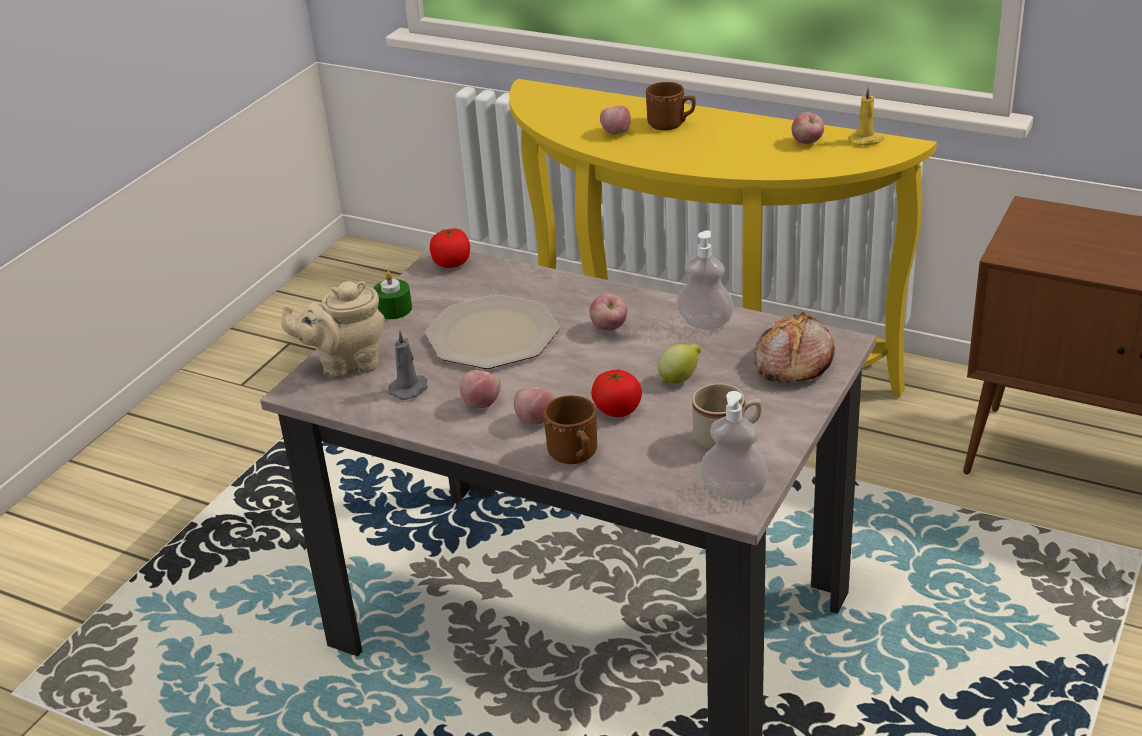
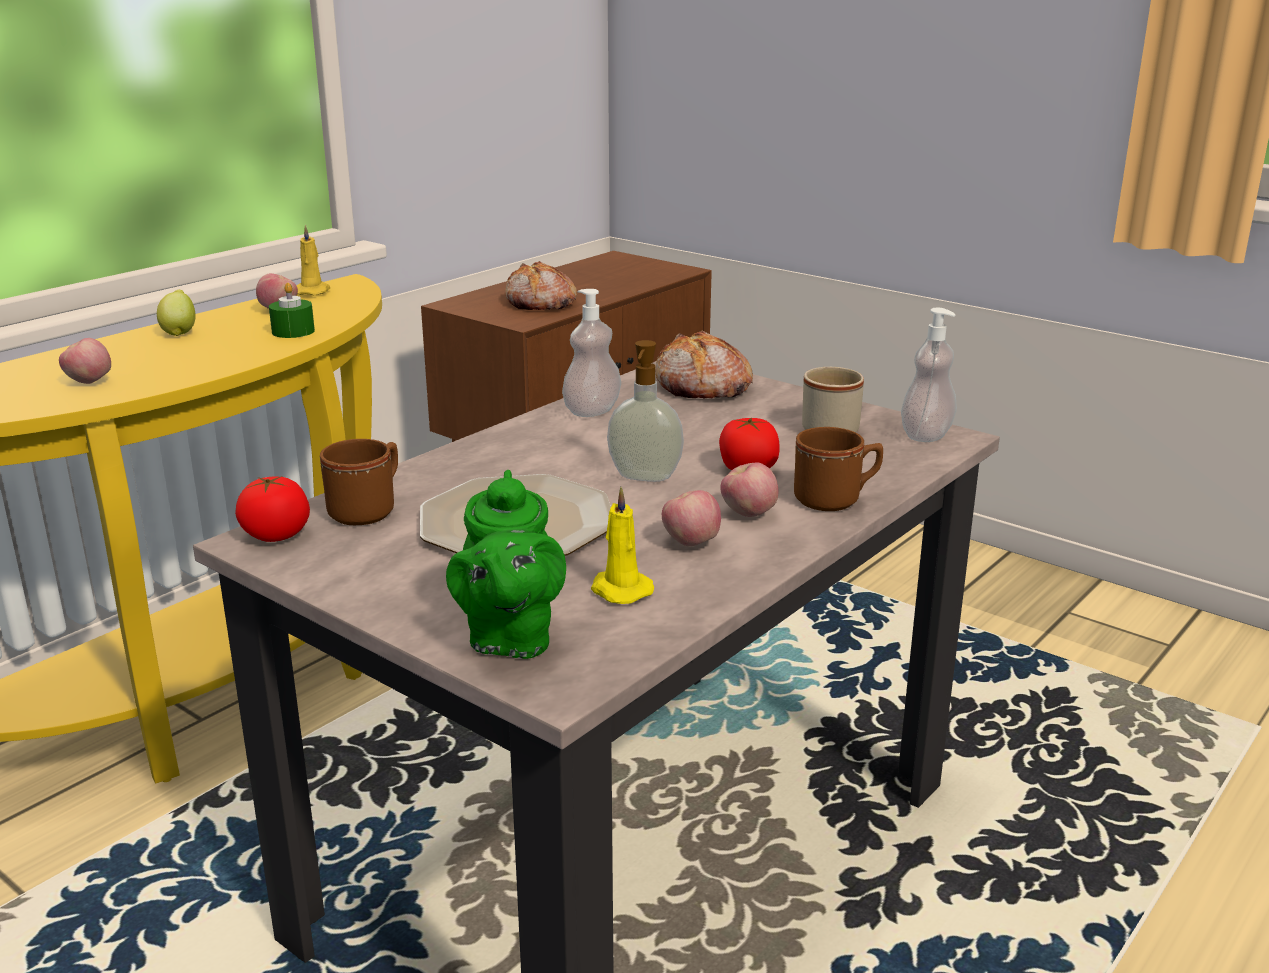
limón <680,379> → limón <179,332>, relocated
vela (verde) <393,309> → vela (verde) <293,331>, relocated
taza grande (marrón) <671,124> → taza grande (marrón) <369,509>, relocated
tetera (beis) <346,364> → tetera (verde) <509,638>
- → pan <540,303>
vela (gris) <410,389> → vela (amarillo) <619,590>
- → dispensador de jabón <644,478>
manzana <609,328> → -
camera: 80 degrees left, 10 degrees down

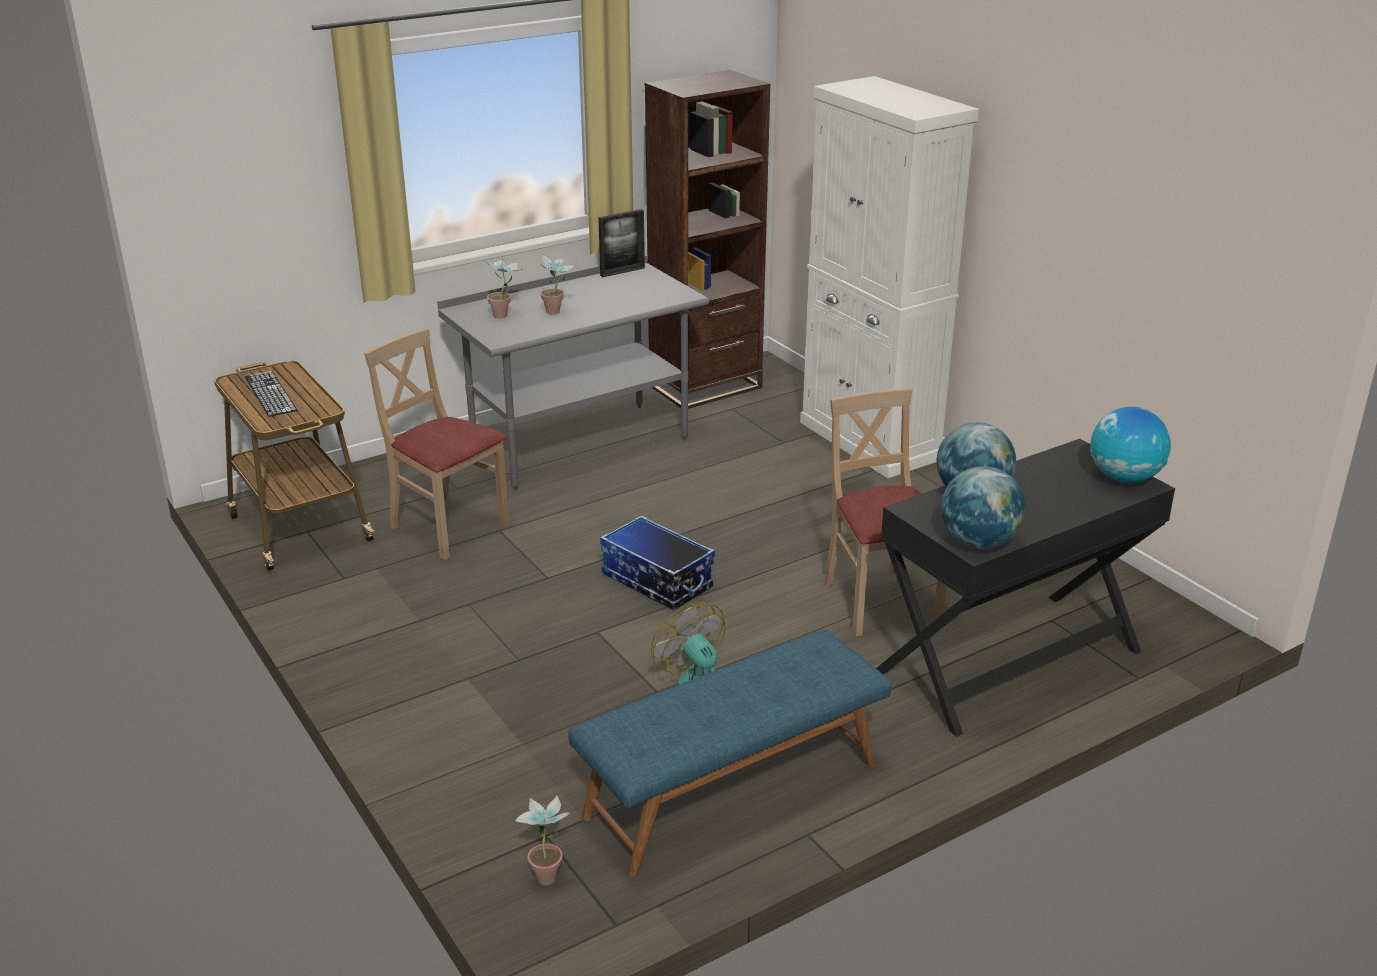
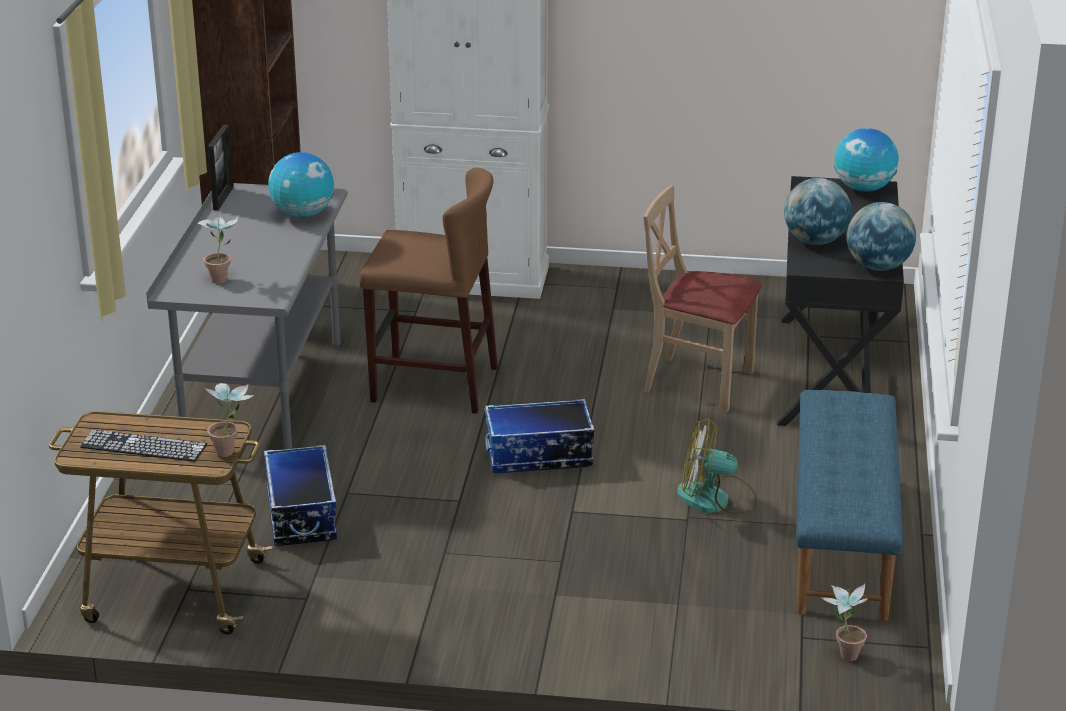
planta en maceta <557,313> → planta en maceta <231,451>, relocated
silla (beis) <447,527> → caja de almacenaje <300,515>
- → globo terráqueo <303,214>
- → taburete (marrón) <434,384>
camera: 50 degrees left, 0 degrees up

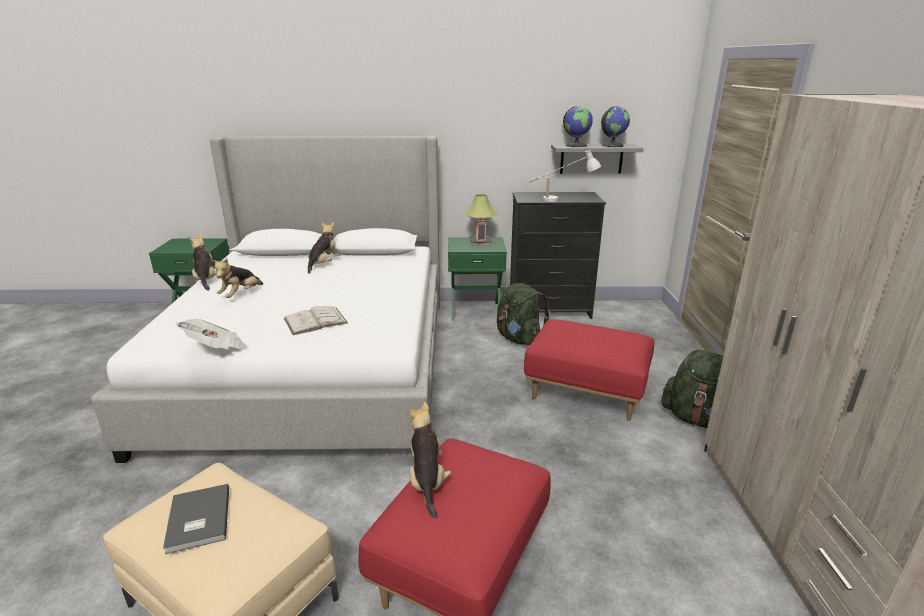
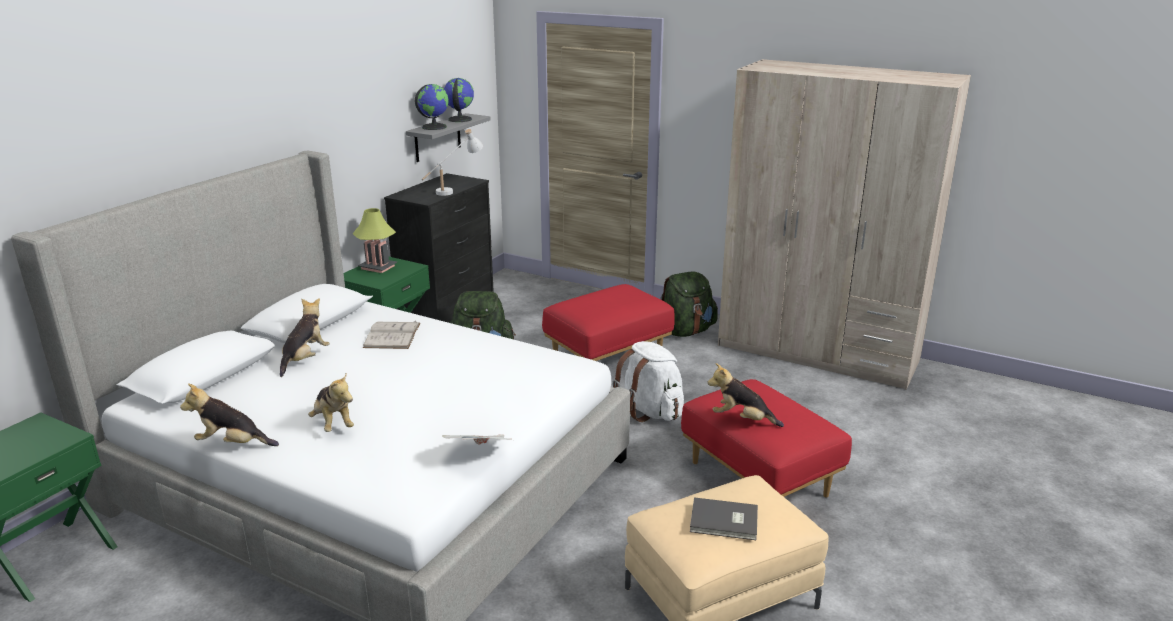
peluche <324,264> → peluche <305,359>, 60 degrees clockwise
libro (blanco) <315,321> → libro (blanco) <392,335>, relocated
- → mochila (blanco) <650,411>
camera: 60 degrees left, 0 degrees up

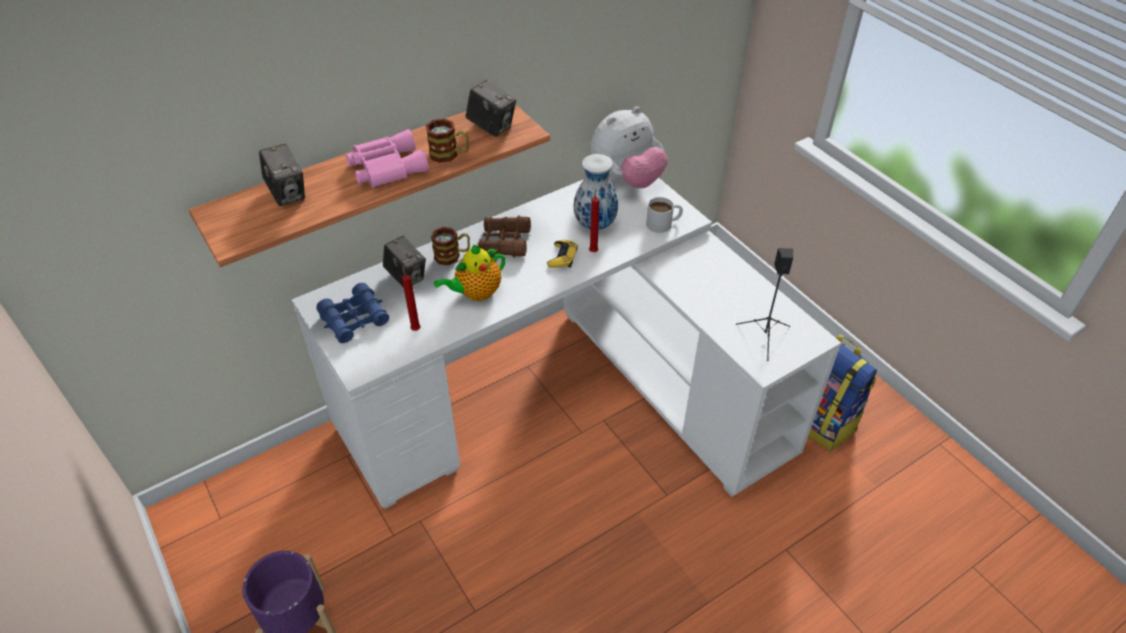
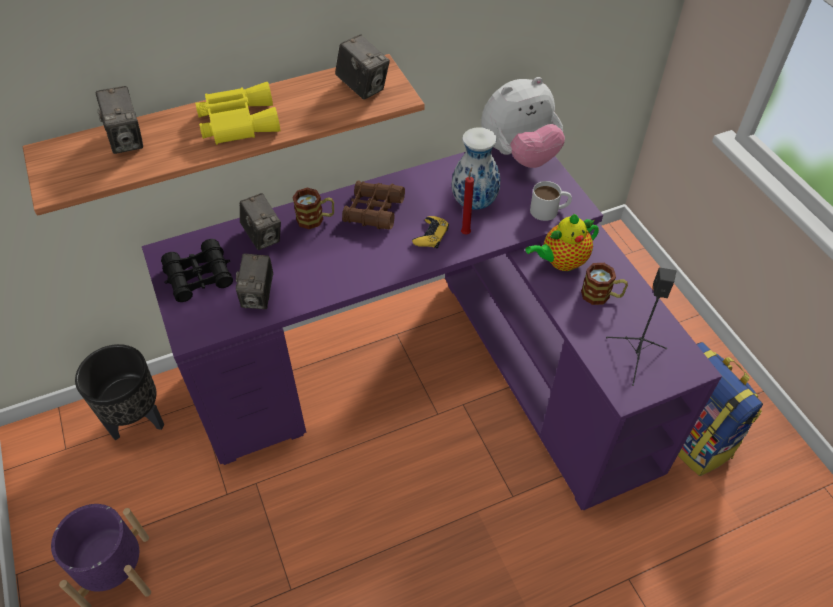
- → maceta (negro) <138,420>
escritorio (blanco) <569,395> → escritorio (morado) <433,371>
prismáticos (azul) <355,319> → prismáticos (negro) <199,277>
prismáticos (rosa) <385,167> → prismáticos (amarillo) <237,121>
vela (rojo) <415,328> → cámara <258,296>
tetera <476,293> → tetera <561,262>, relocated
taza grande <449,154> → taza grande <601,295>, relocated
camera: 10 degrees right, 5 degrees up

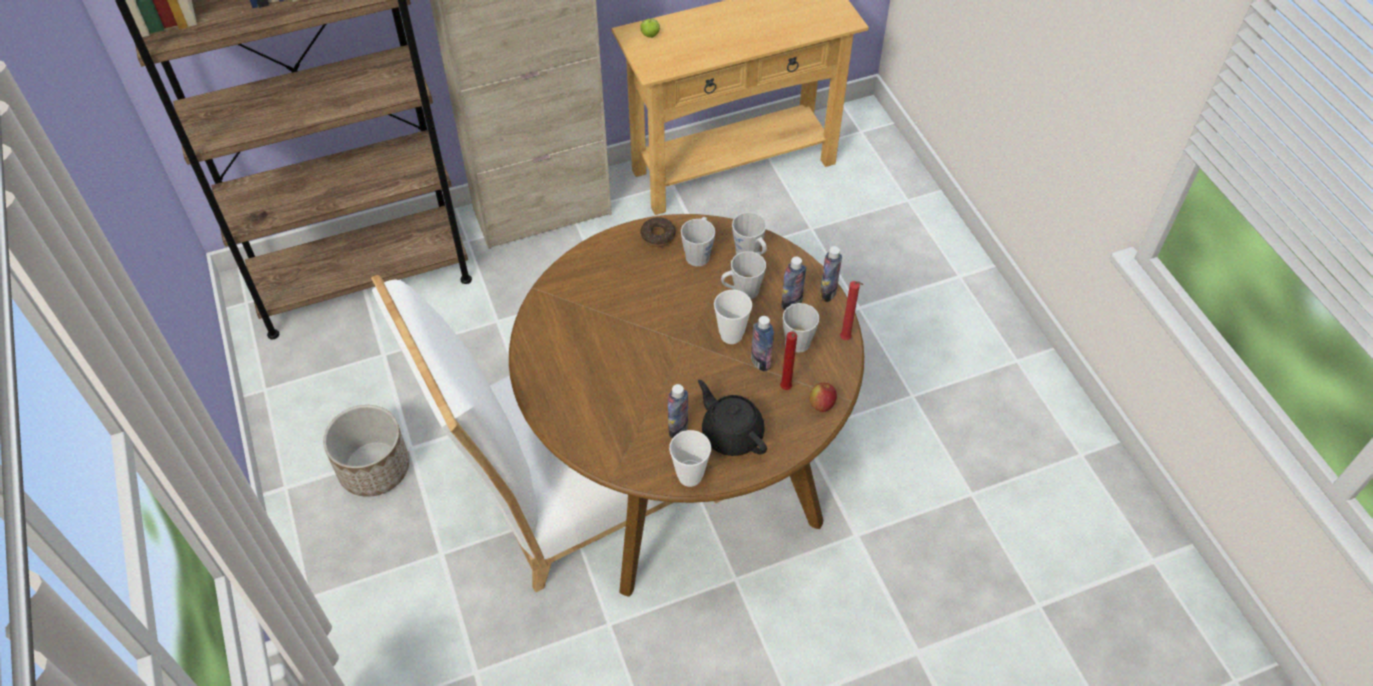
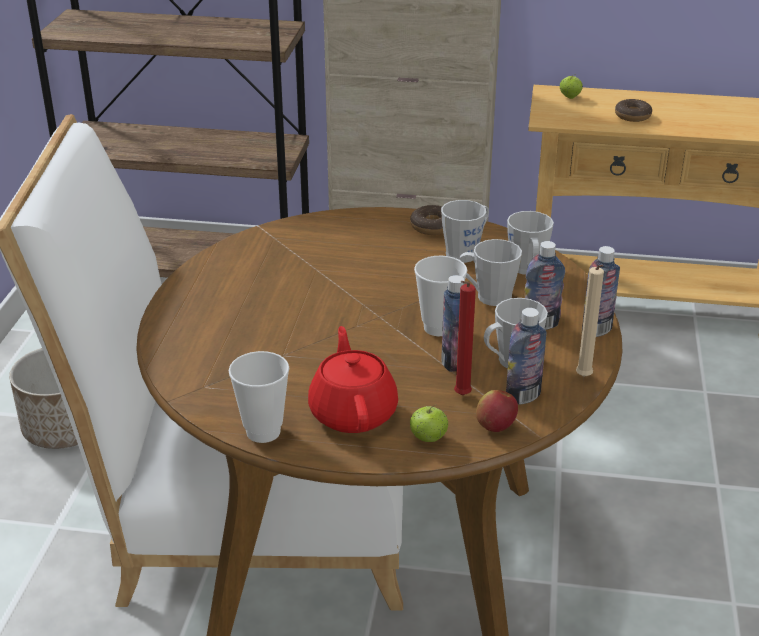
tetera (negro) <731,433> → tetera (rojo) <353,412>
- → manzana <428,438>
botella <678,429> → botella <523,396>, relocated
vela (rojo) <846,340> → vela (beis) <584,378>
- → rosquilla <632,116>
camera: 30 degrees right, 20 degrees down

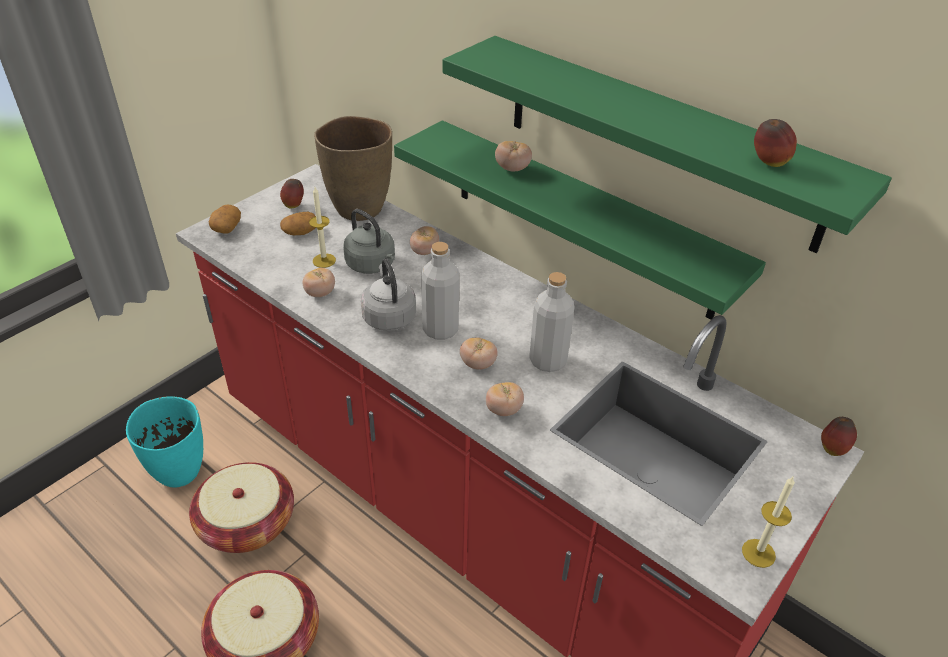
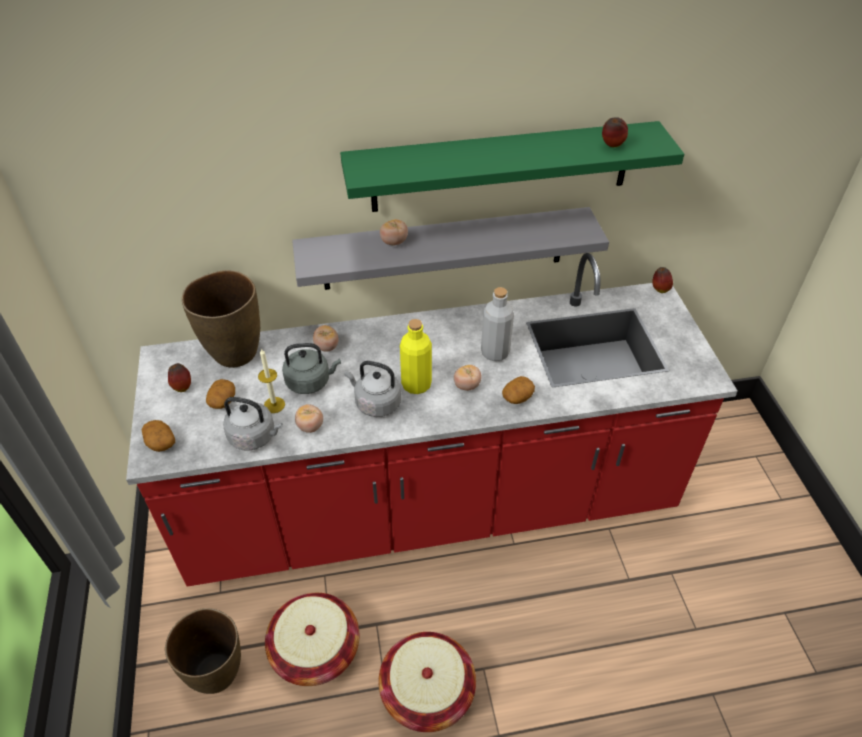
florero (turquesa) <180,473> → florero (marrón) <218,673>
- → hervidor (gris) <255,437>
estante (verde) <581,218> → estante (gris) <444,249>
botella (gris) <440,329> → botella (amarillo) <416,384>
tomate <504,410> → patata <517,397>
vela <758,553> → -
camera: 50 degrees left, 5 degrees up

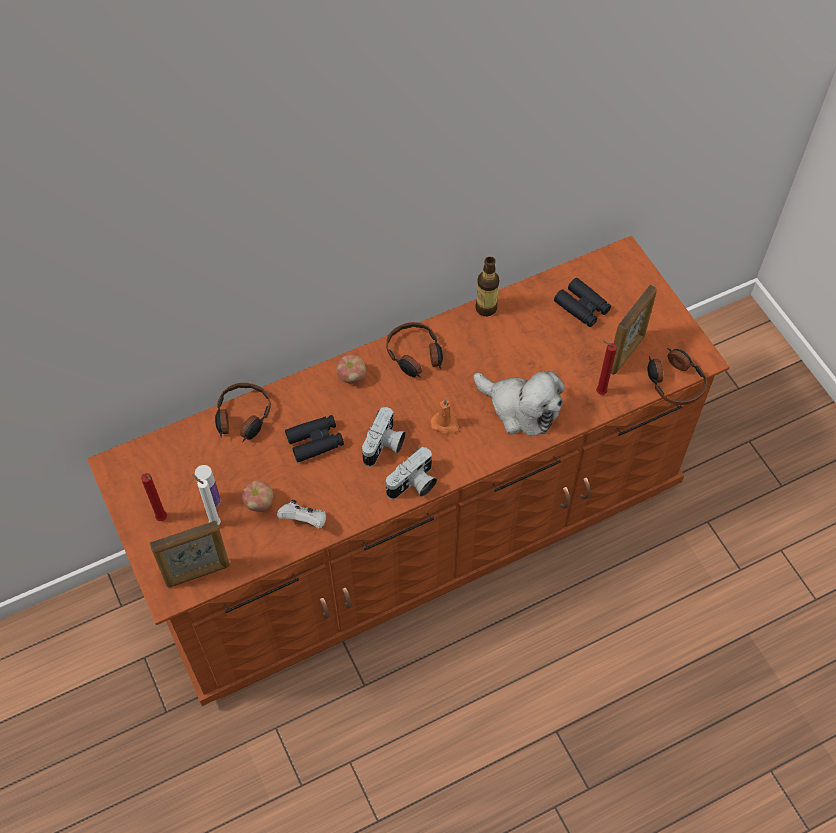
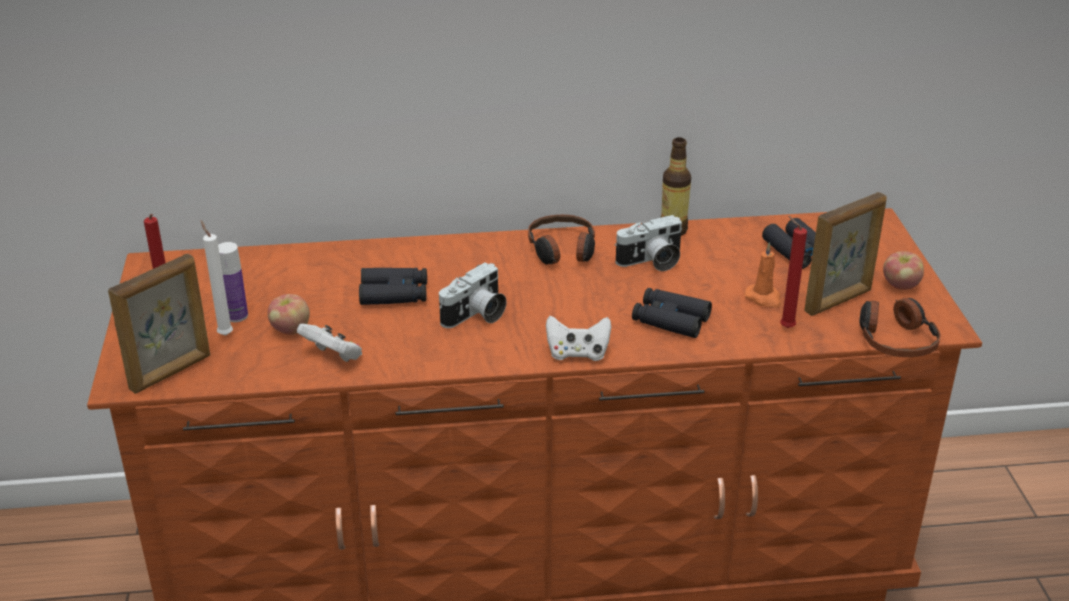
portarretratos <198,573> → portarretratos <171,372>, 45 degrees counterclockwise
- → mando de consola (blanco) <577,353>
cámara <414,485> → cámara <651,262>, relocated
peluche <520,408> → prismáticos (negro) <670,320>
vela (naranja) <445,424> → vela (naranja) <764,298>, relocated
manzana <352,376> → manzana <900,285>, relocated
auriculares <242,417> → -
camera: 20 degrees right, 25 degrees down

